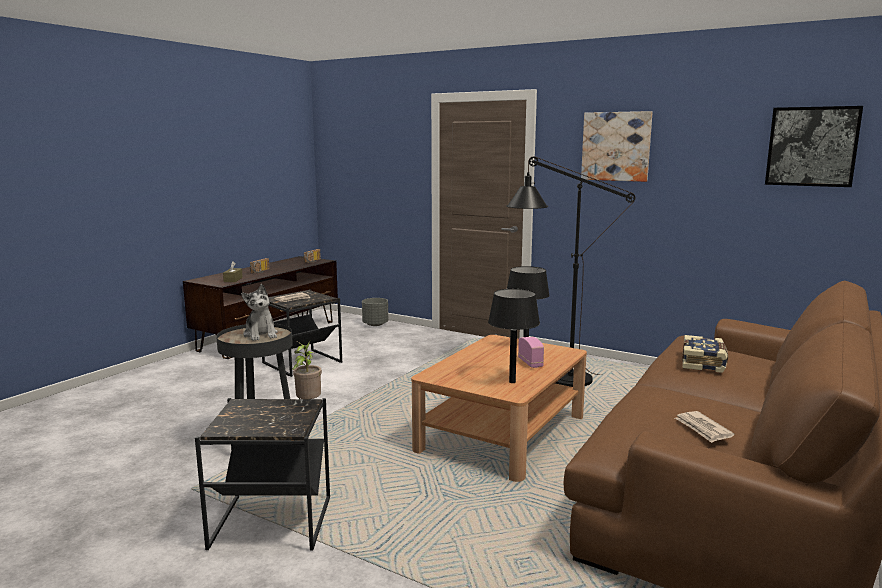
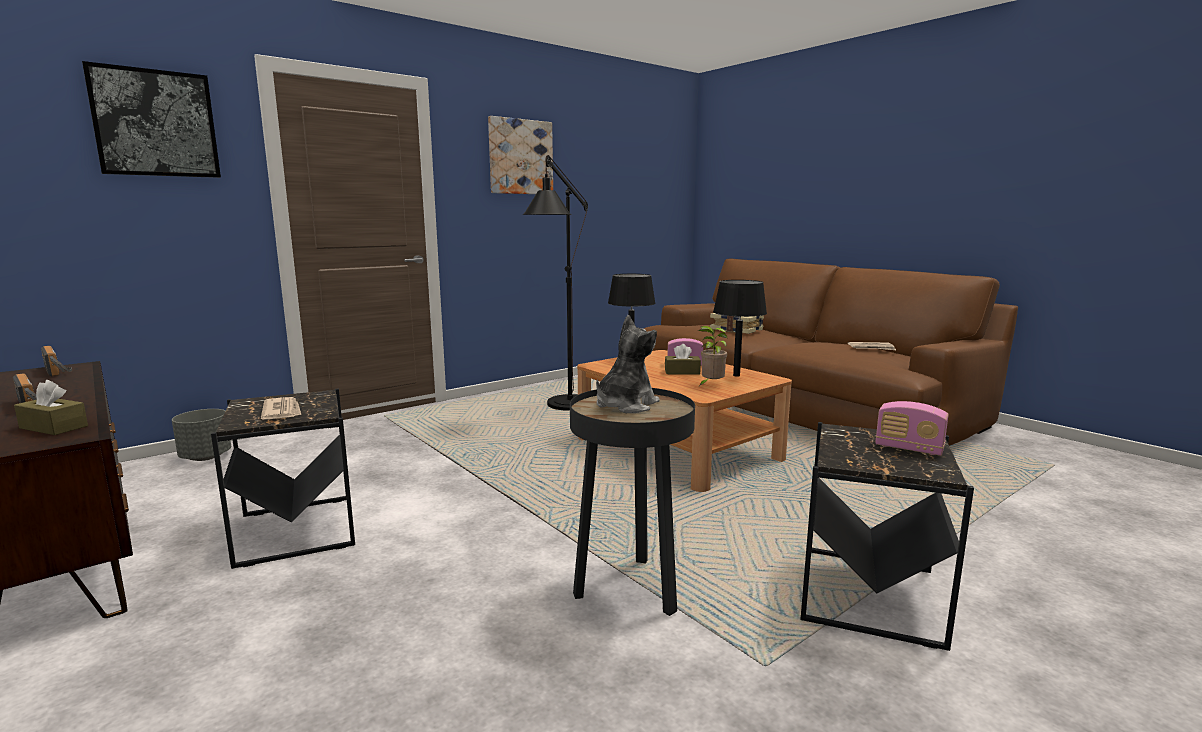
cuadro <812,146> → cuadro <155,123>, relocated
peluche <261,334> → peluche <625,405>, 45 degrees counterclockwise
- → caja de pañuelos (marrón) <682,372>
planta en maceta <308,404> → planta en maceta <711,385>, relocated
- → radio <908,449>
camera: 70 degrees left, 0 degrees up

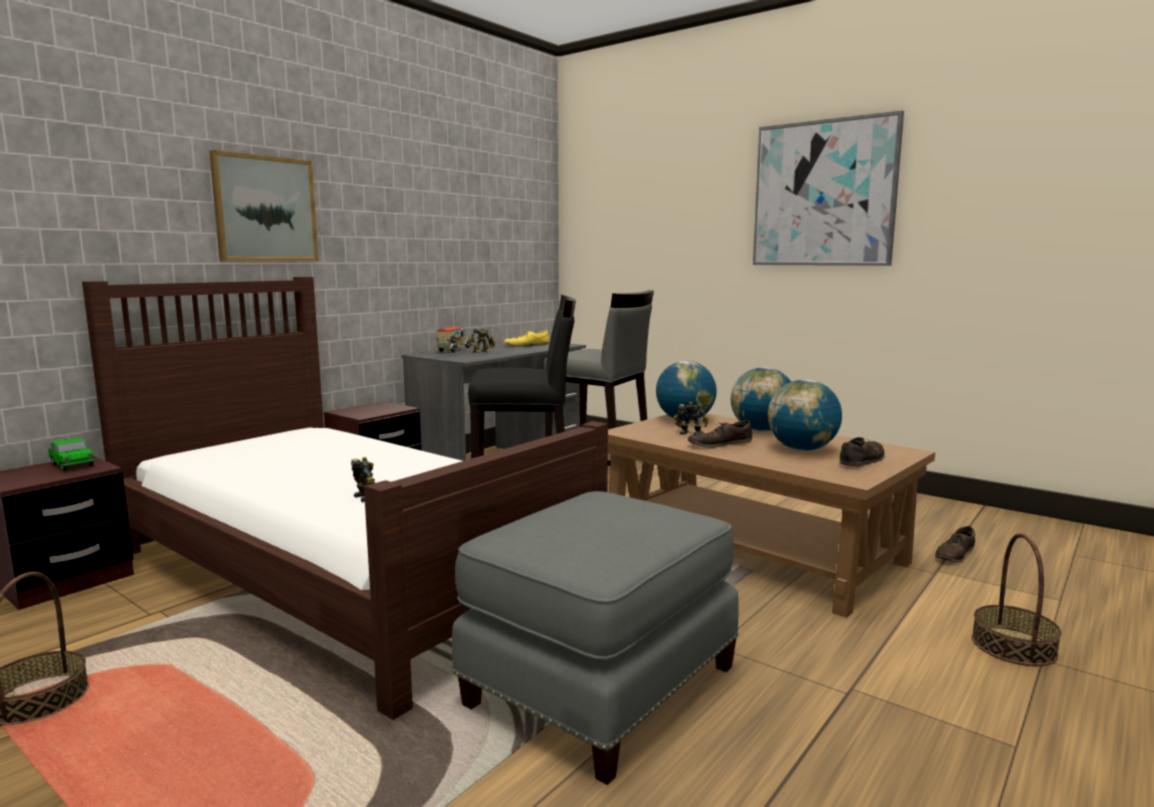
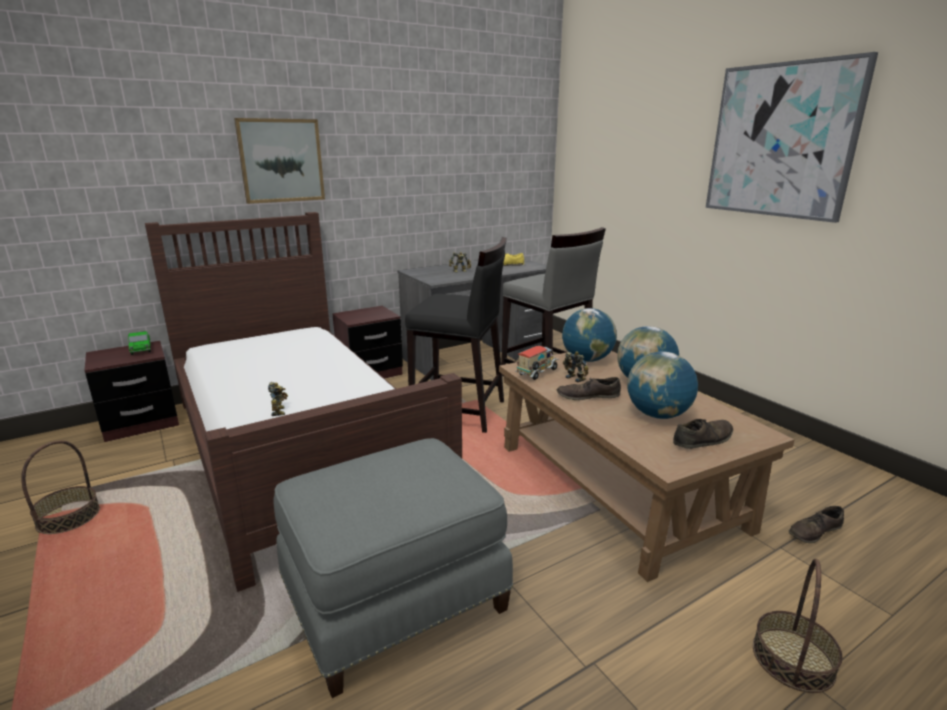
camión de juguete <454,350> → camión de juguete <537,373>, relocated
camera: 20 degrees right, 10 degrees up

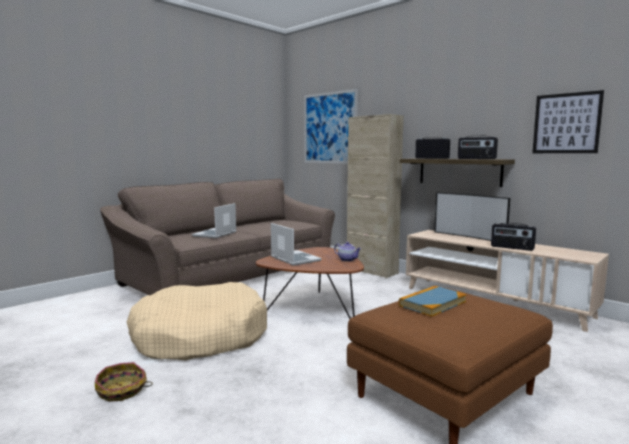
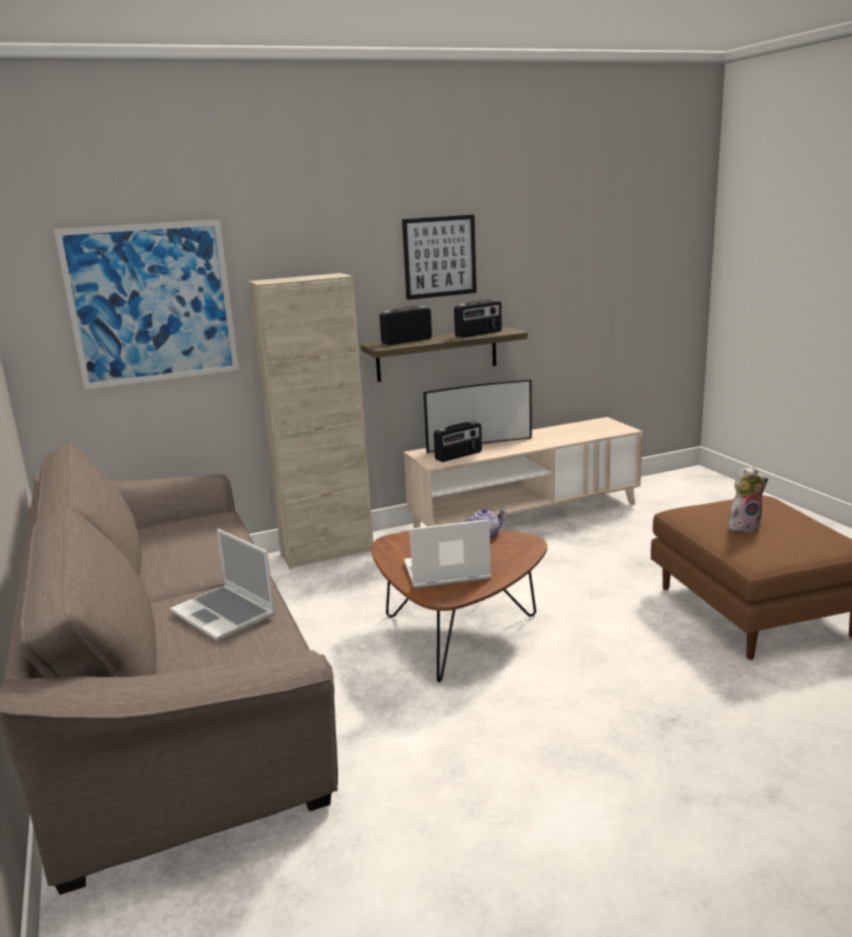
cuadro <566,123> → cuadro <440,257>, relocated
radio <512,248> → radio <459,456>, relocated
libro <432,303> → peluche <744,526>
cesta <122,391> → -
cama para perro (beis) <200,337> → -
camera: 65 degrees left, 10 degrees up

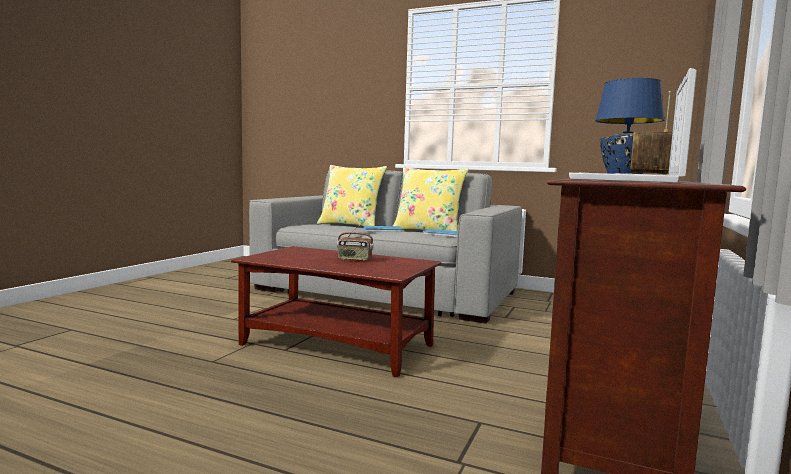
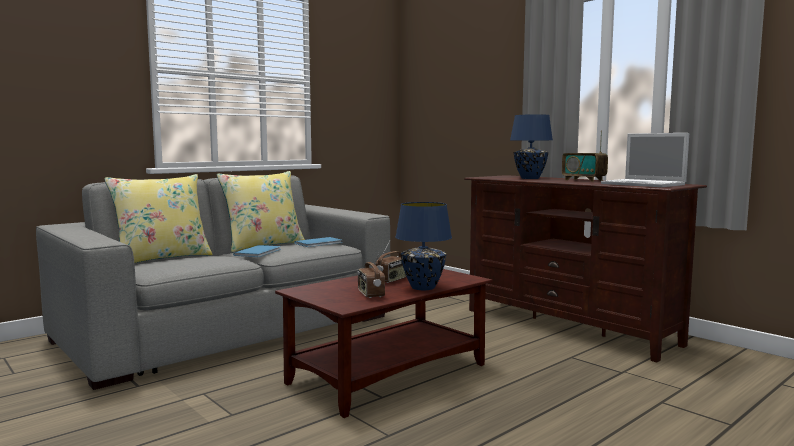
- → radio <370,294>
- → lámpara de mesa (azul) <422,287>
camera: 65 degrees left, 0 degrees up

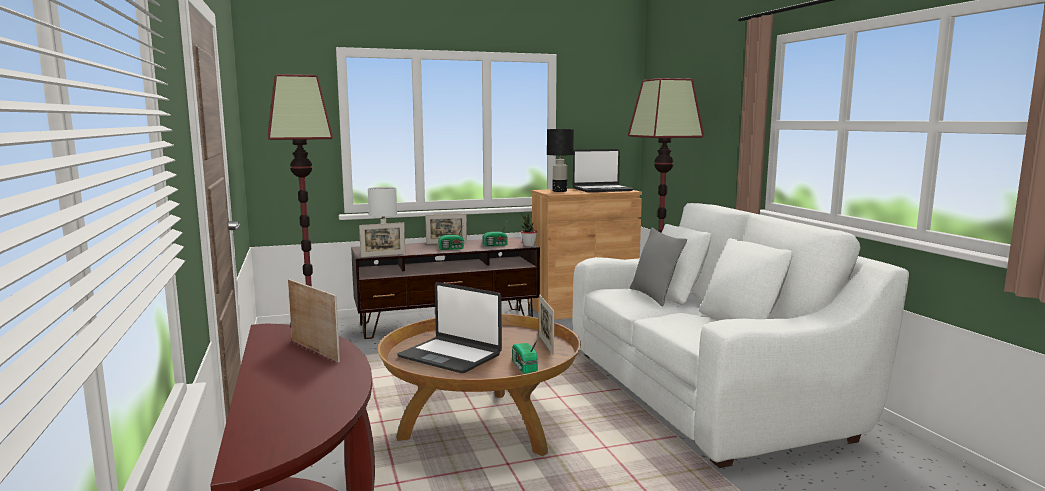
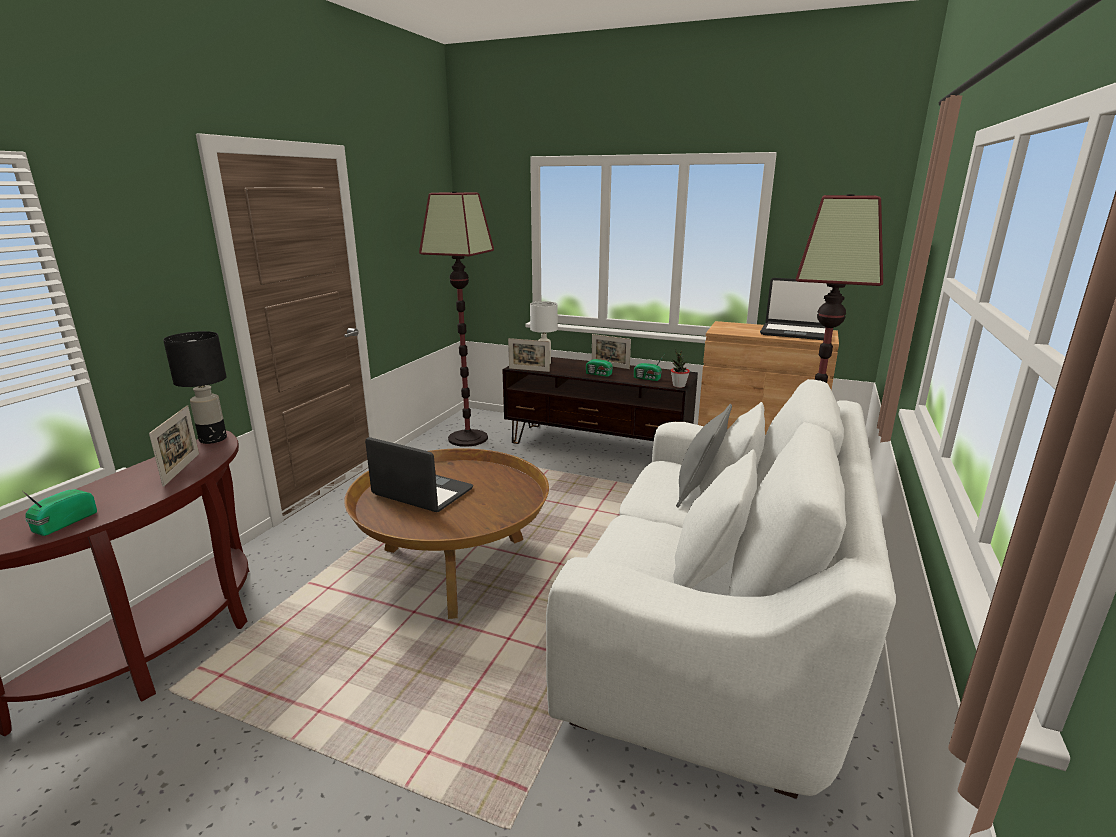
radio <524,367> → radio <63,523>, relocated
lámpara de mesa (negro) <559,191> → lámpara de mesa (negro) <214,439>, relocated
portátil <450,356> → portátil <422,493>, 135 degrees clockwise
portarretratos <546,344> → -
camera: 40 degrees right, 10 degrees up

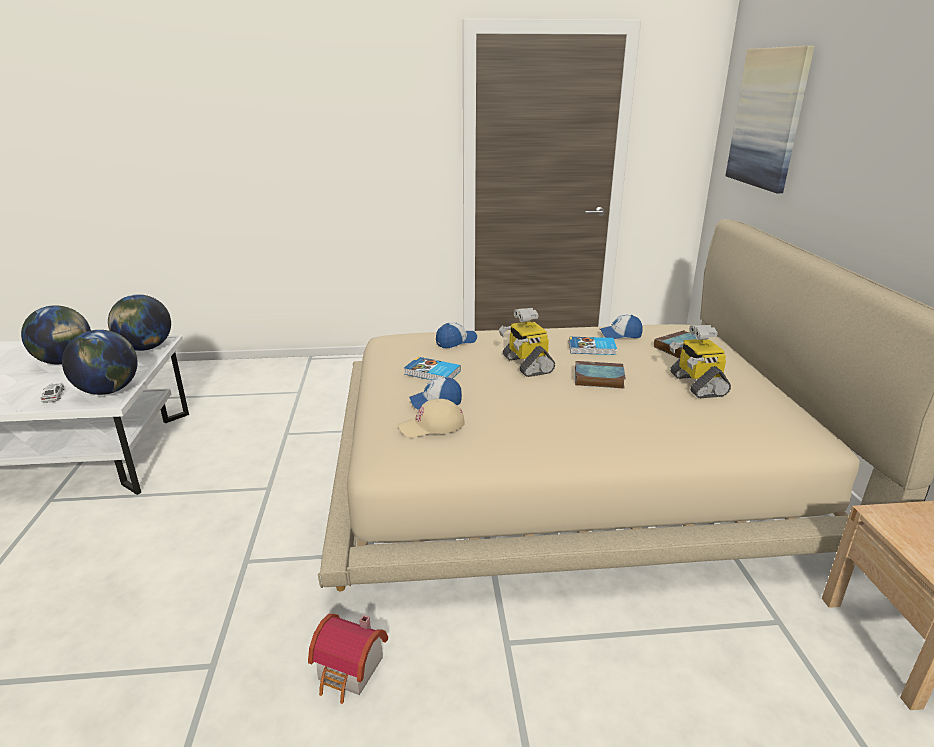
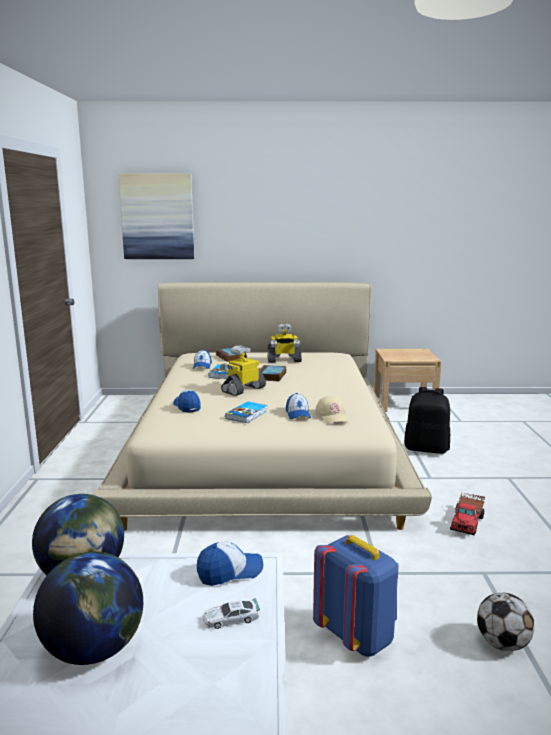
globo terráqueo <109,390> → gorra <229,572>
robot de juguete <526,364> → robot de juguete <243,389>, 150 degrees clockwise
- → mochila (azul) <357,636>
- → mochila (negro) <426,448>
casita <350,672> → camión de juguete <467,521>
- → balón de fútbol <502,644>
camera: 85 degrees left, 10 degrees down

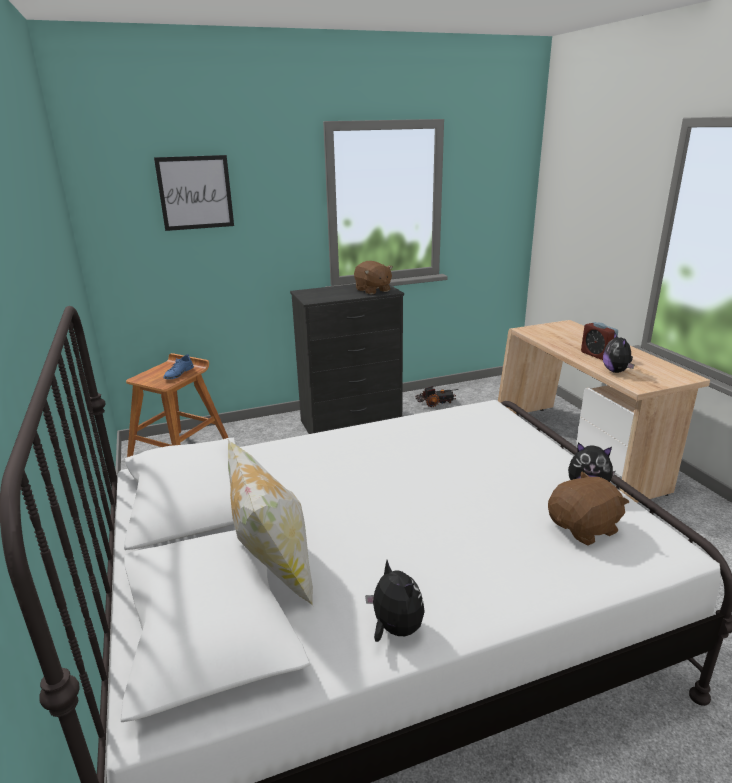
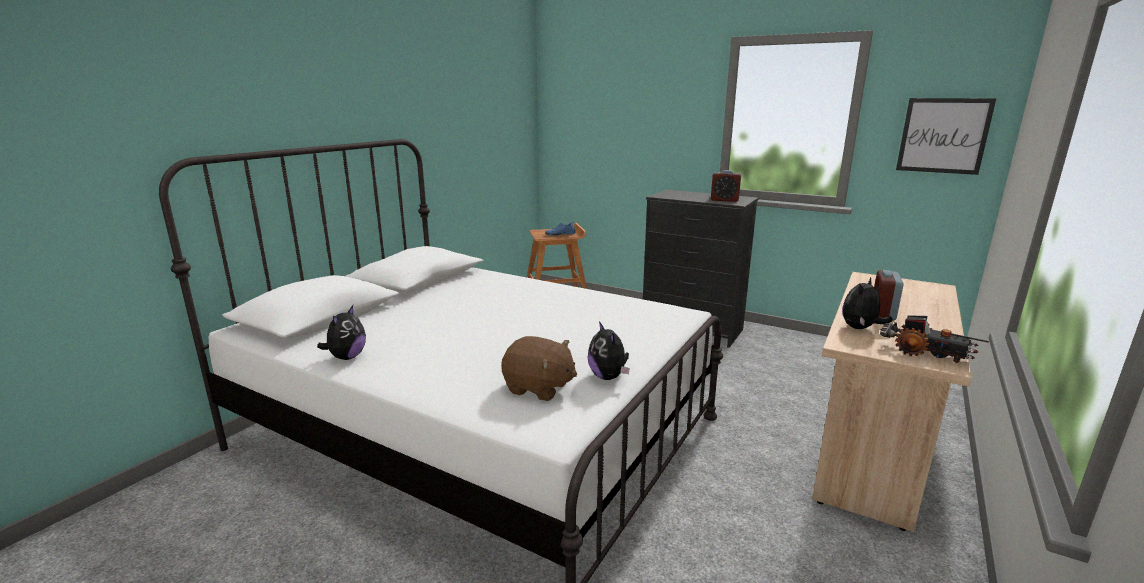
peluche (marrón) <372,290> → despertador <724,200>
camión de juguete <436,403> → camión de juguete <926,353>, relocated
cuadro <195,193> → cuadro <943,135>, relocated
cojín <274,568> → -
camera: 50 degrees right, 5 degrees down

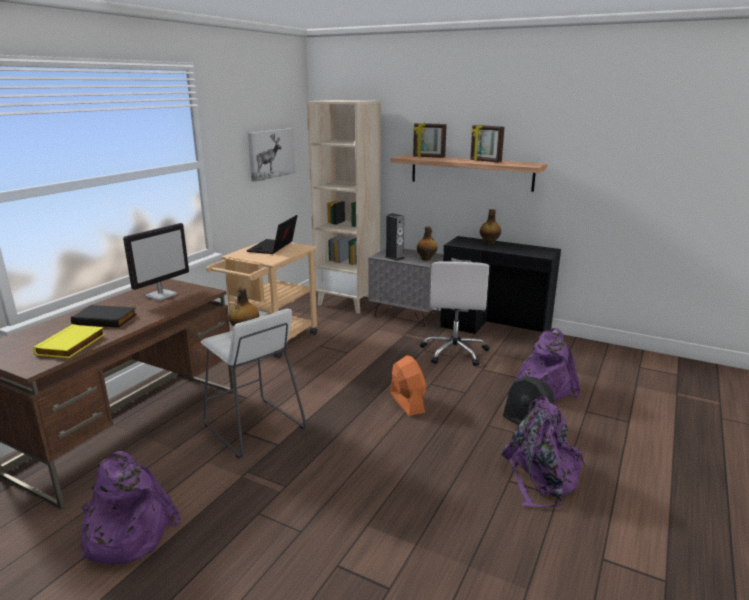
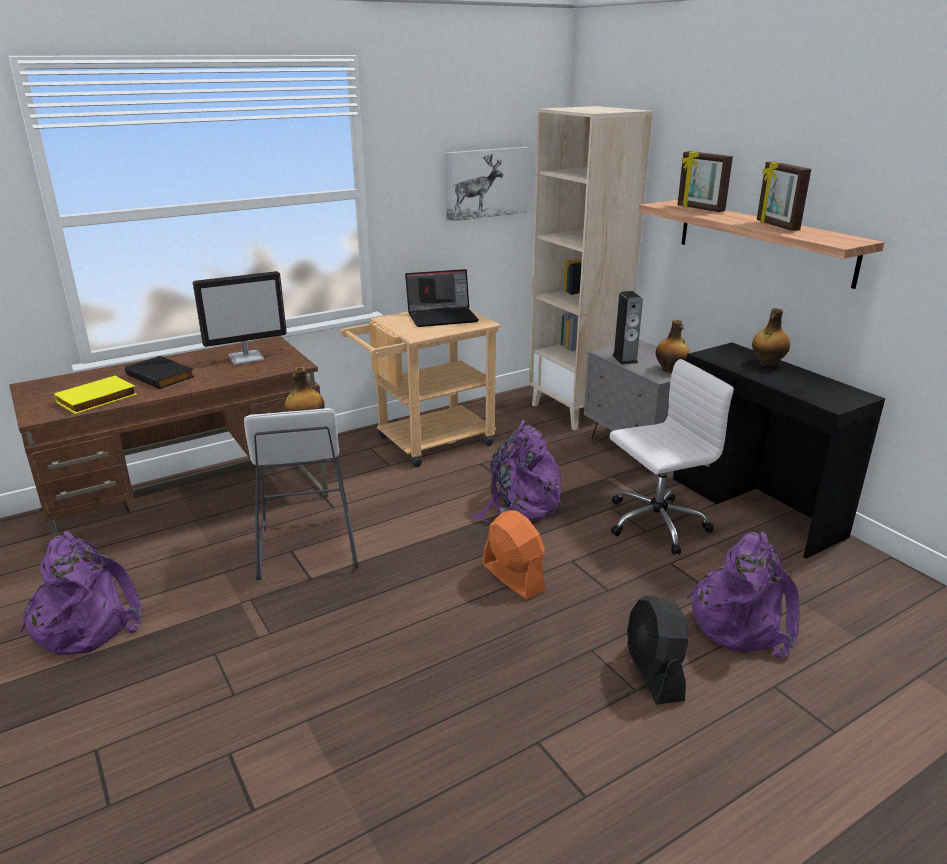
portátil <273,248> → portátil <443,317>, 150 degrees counterclockwise
mochila (morado) <541,477> → mochila (morado) <519,505>, relocated
ventilador (naranja) <407,402> → ventilador (naranja) <513,577>, 45 degrees counterclockwise
silla de oficina (blanco) <454,352> → silla de oficina (blanco) <654,524>, 150 degrees counterclockwise
camera: 30 degrees right, 5 degrees up

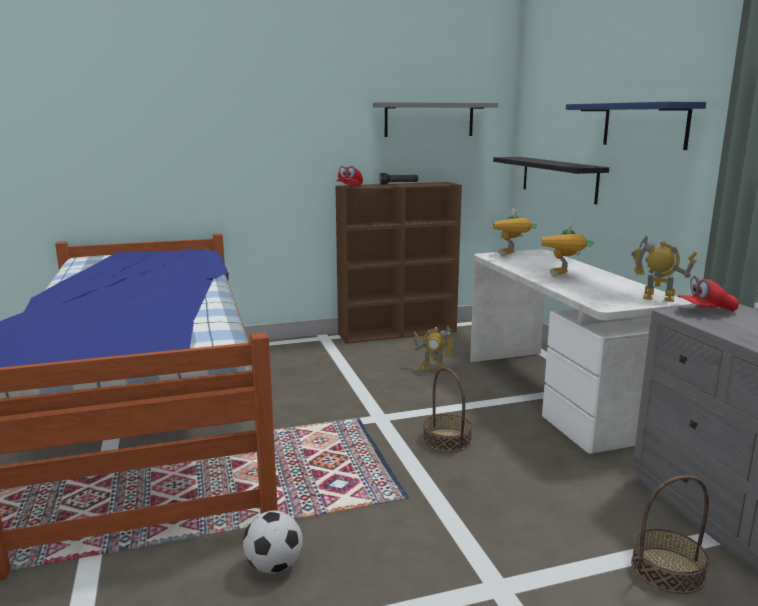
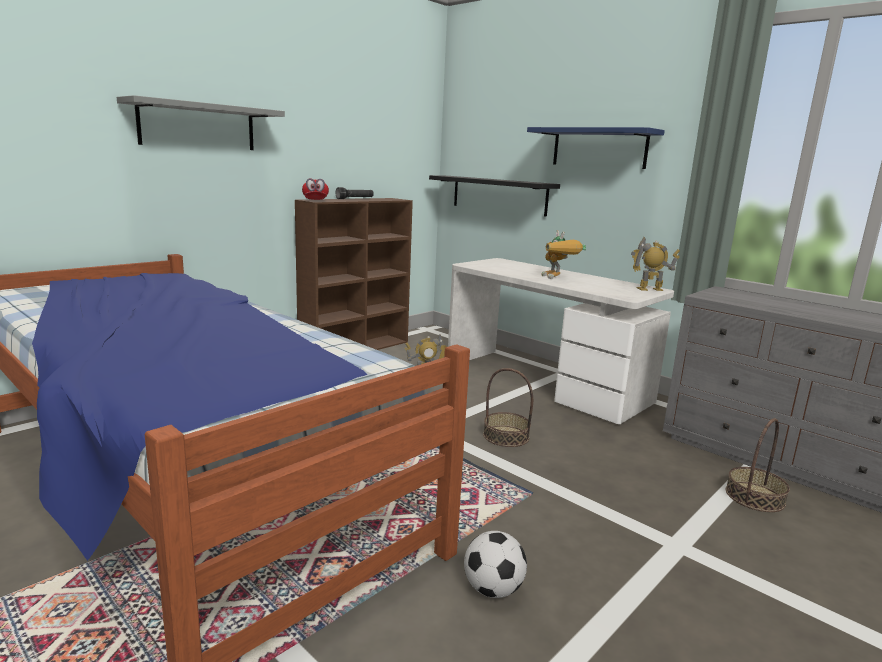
estante (gris) <429,119> → estante (gris) <198,126>, relocated
robot de juguete <511,256> → -
gorra (rojo) <706,311> → -
camera: 30 degrees left, 0 degrees up

